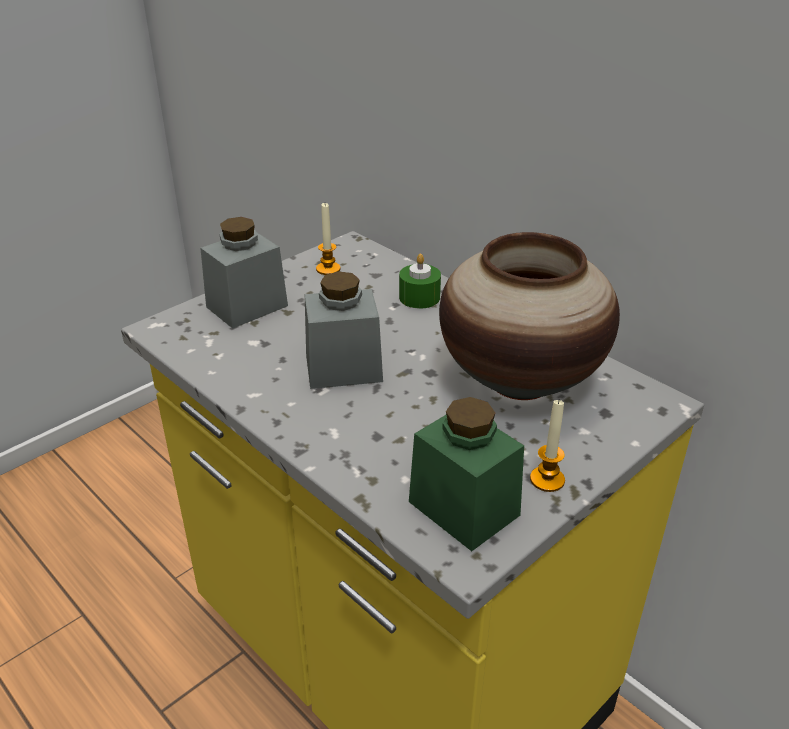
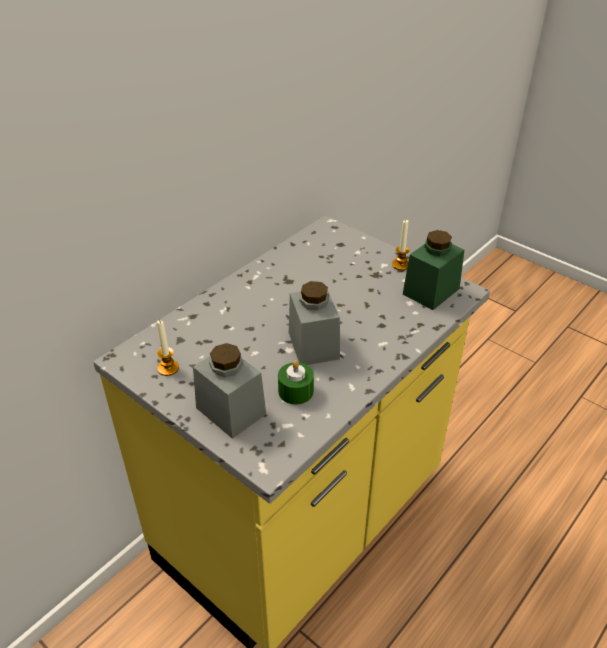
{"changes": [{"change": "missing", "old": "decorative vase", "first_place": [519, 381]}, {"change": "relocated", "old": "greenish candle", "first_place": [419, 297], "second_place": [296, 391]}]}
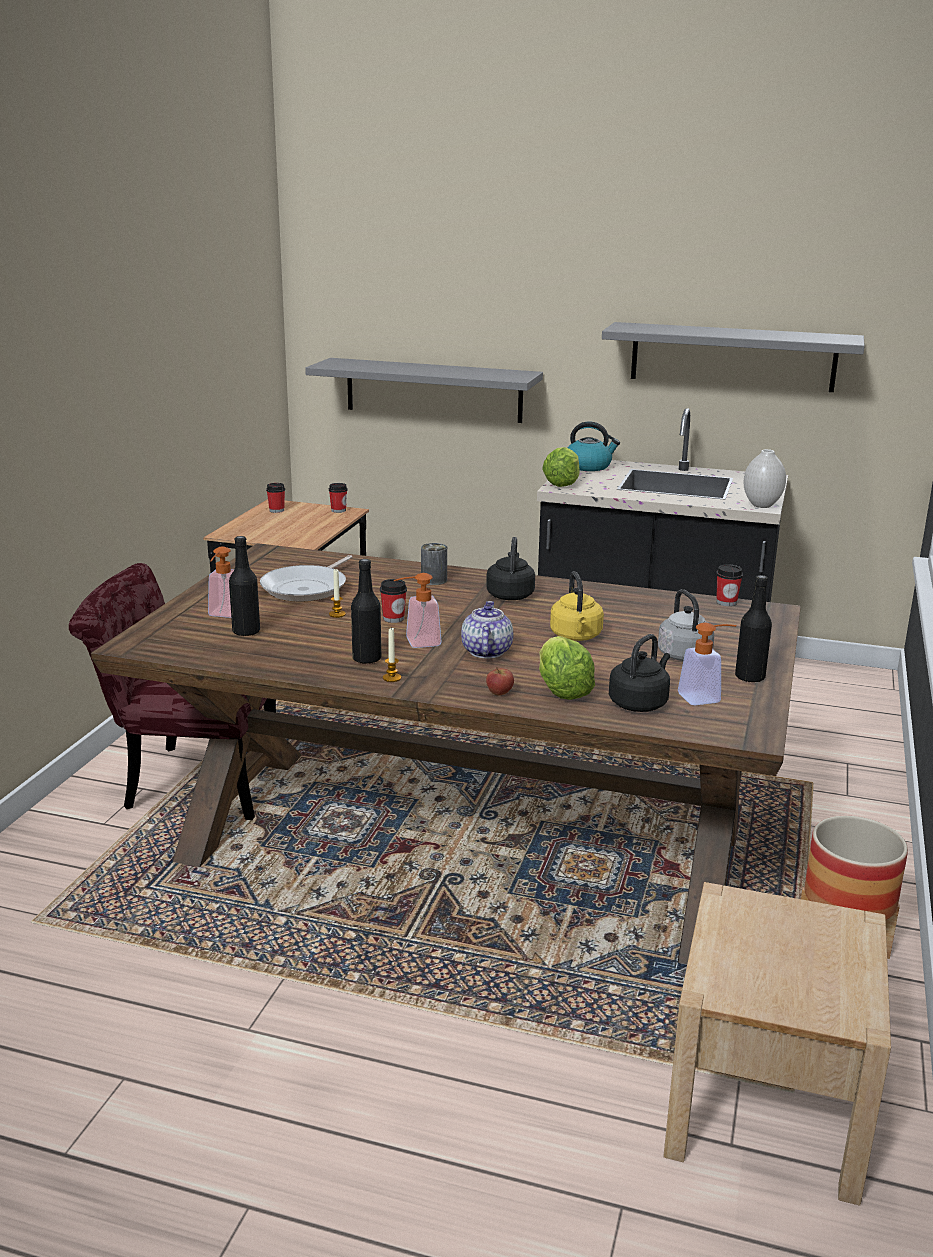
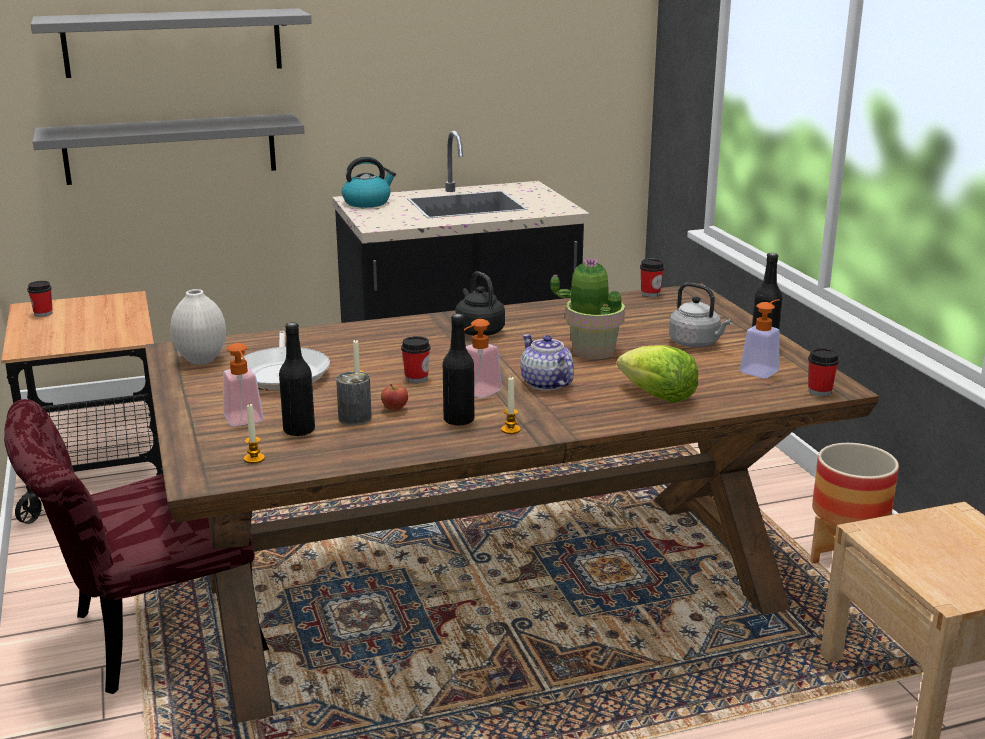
{"changes": [{"change": "missing", "old": "head of lettuce", "first_place": [562, 483]}, {"change": "missing", "old": "black-coloured kettle", "first_place": [640, 703]}, {"change": "appeared", "new": "candle", "second_place": [254, 459]}, {"change": "relocated", "old": "cup", "first_place": [338, 510], "second_place": [819, 391]}, {"change": "relocated", "old": "can", "first_place": [434, 580], "second_place": [355, 418]}, {"change": "relocated", "old": "whole apple", "first_place": [499, 693], "second_place": [395, 409]}, {"change": "relocated", "old": "greyish wall shelf", "first_place": [732, 357], "second_place": [173, 42]}, {"change": "relocated", "old": "whitish decorative vase", "first_place": [762, 505], "second_place": [201, 360]}, {"change": "exchanged", "old": "yellow-coloured kettle", "new": "plant in a pot", "first_place": [576, 636], "second_place": [592, 351]}]}
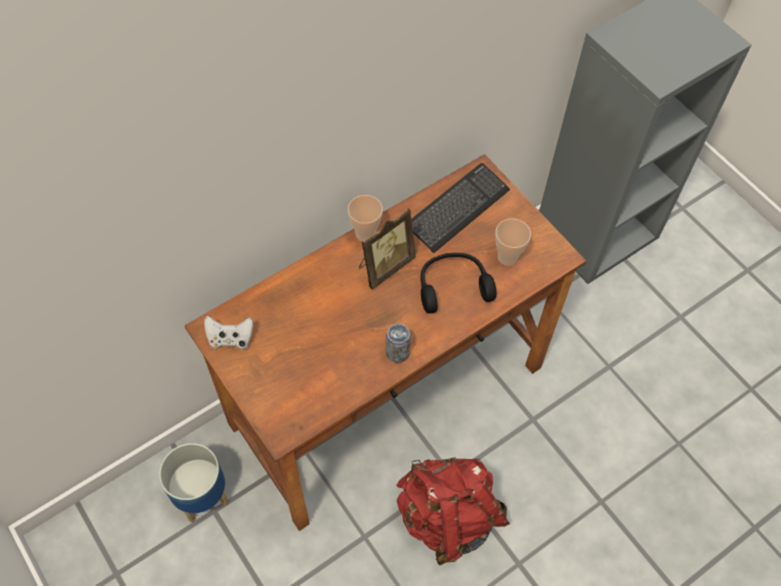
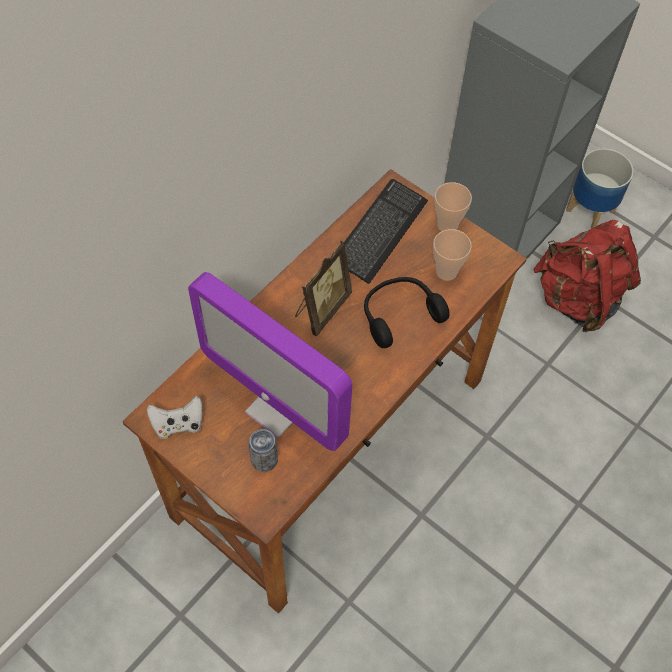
{"changes": [{"change": "appeared", "new": "monitor", "second_place": [277, 408]}, {"change": "relocated", "old": "planter", "first_place": [201, 495], "second_place": [589, 210]}, {"change": "relocated", "old": "cup", "first_place": [365, 234], "second_place": [447, 225]}, {"change": "relocated", "old": "can", "first_place": [397, 352], "second_place": [264, 459]}, {"change": "relocated", "old": "red knapsack", "first_place": [448, 518], "second_place": [577, 299]}]}
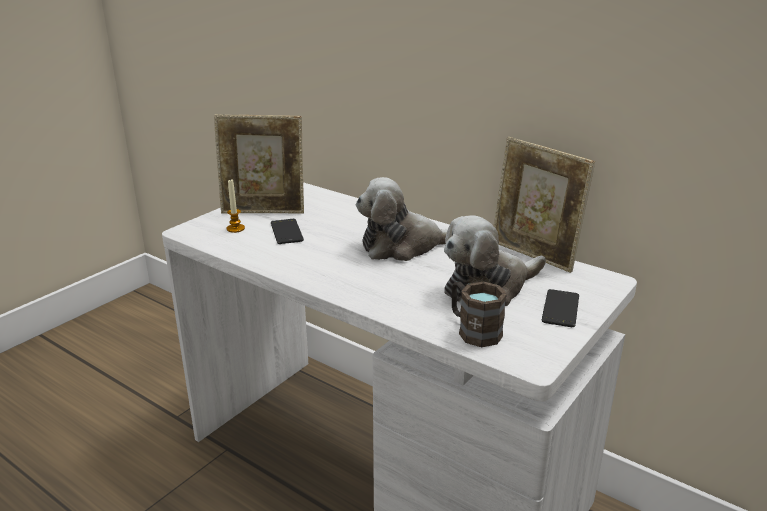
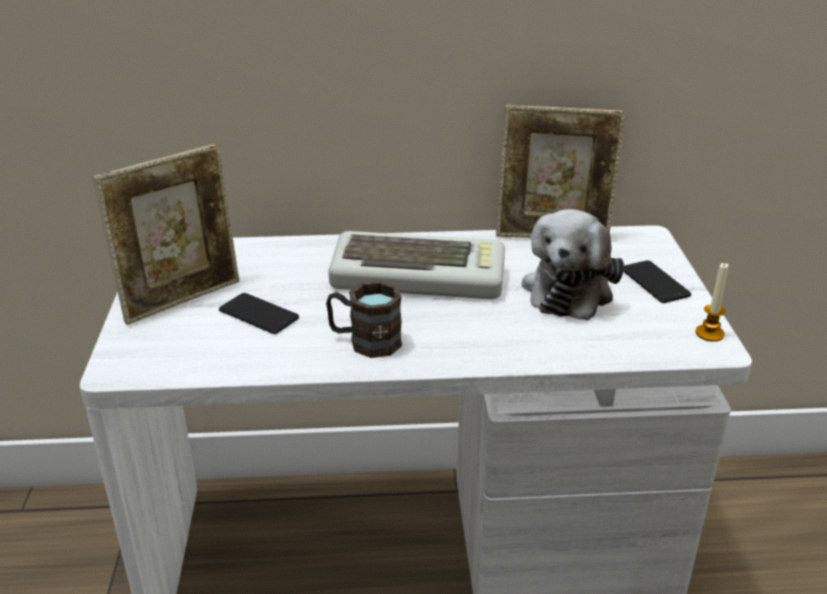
{"changes": [{"change": "relocated", "old": "candle", "first_place": [235, 228], "second_place": [709, 333]}, {"change": "relocated", "old": "brownish coffee mug", "first_place": [473, 330], "second_place": [365, 341]}, {"change": "exchanged", "old": "cuddly toy", "new": "computer keyboard", "first_place": [404, 246], "second_place": [420, 277]}]}
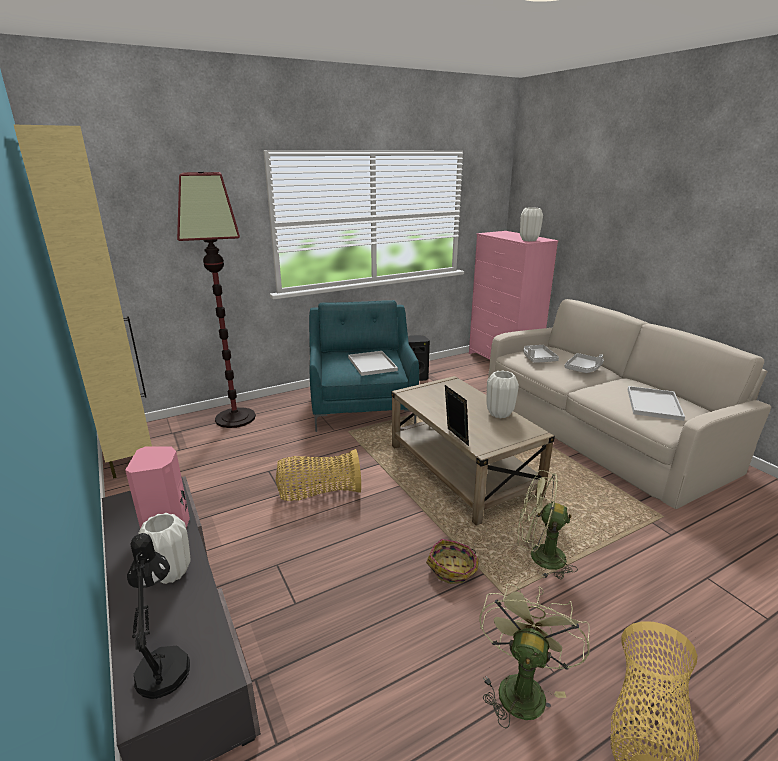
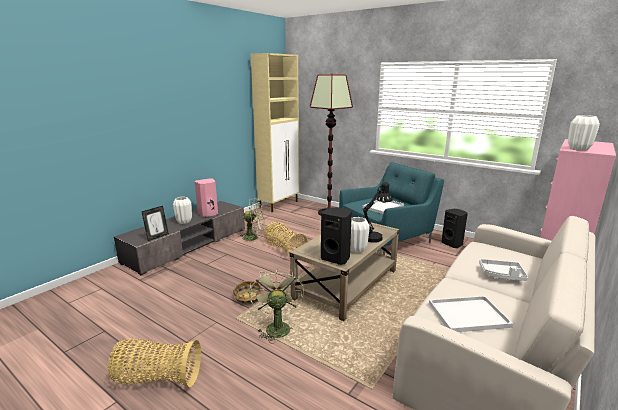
{"changes": [{"change": "missing", "old": "greyish serving tray", "first_place": [537, 358]}, {"change": "appeared", "new": "black-coloured loudspeaker", "second_place": [336, 258]}, {"change": "relocated", "old": "black-coloured table lamp", "first_place": [164, 663], "second_place": [375, 237]}, {"change": "relocated", "old": "standing frame", "first_place": [455, 437], "second_place": [157, 237]}, {"change": "relocated", "old": "greenish electric fan", "first_place": [521, 686], "second_place": [254, 237]}]}
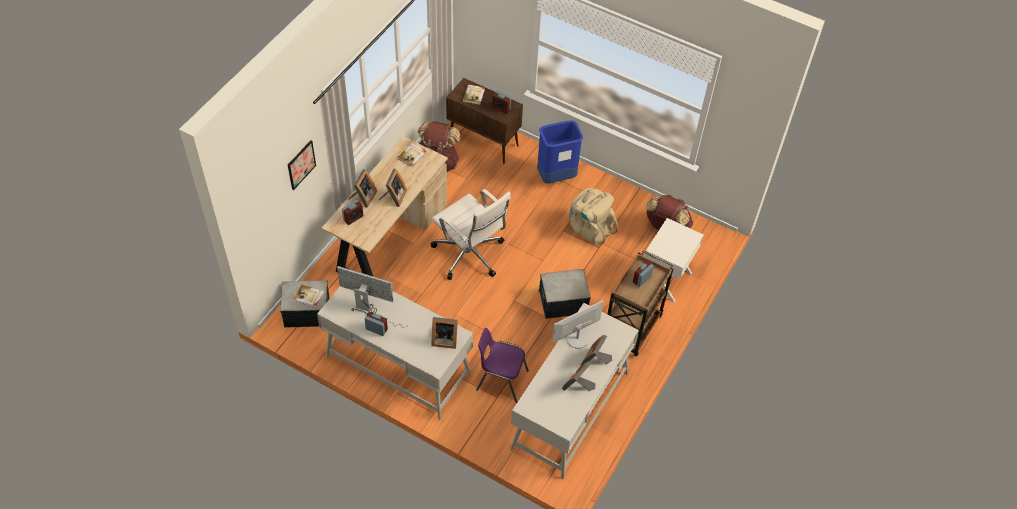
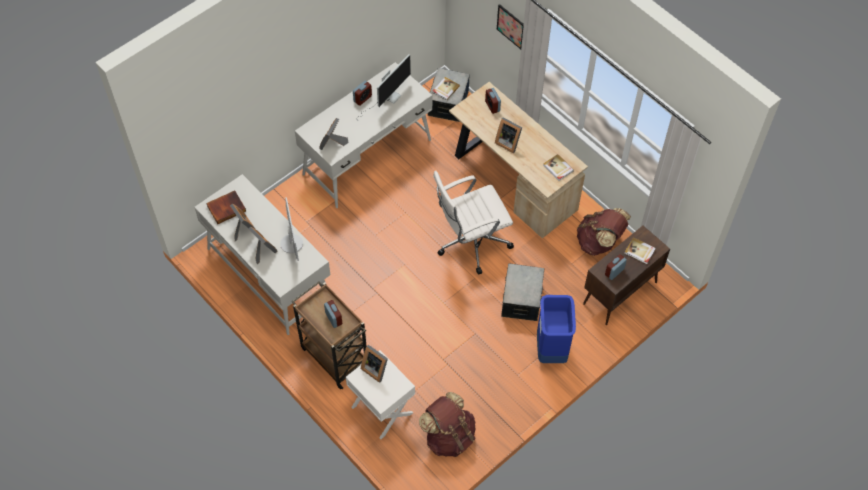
{"changes": [{"change": "missing", "old": "purple-coloured chair", "first_place": [501, 380]}, {"change": "missing", "old": "sand-coloured knapsack", "first_place": [590, 228]}, {"change": "appeared", "new": "bound book", "second_place": [226, 208]}, {"change": "relocated", "old": "standing frame", "first_place": [363, 197], "second_place": [375, 368]}, {"change": "relocated", "old": "storage container", "first_place": [562, 302], "second_place": [522, 300]}]}
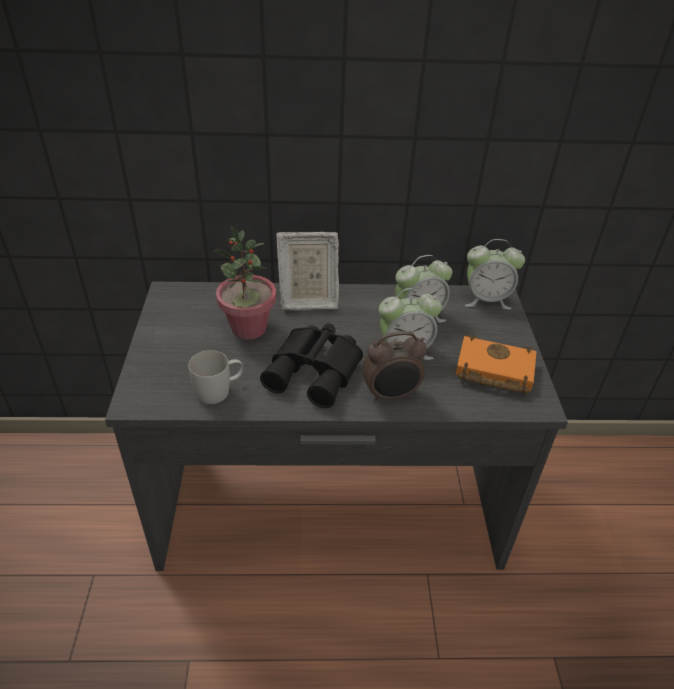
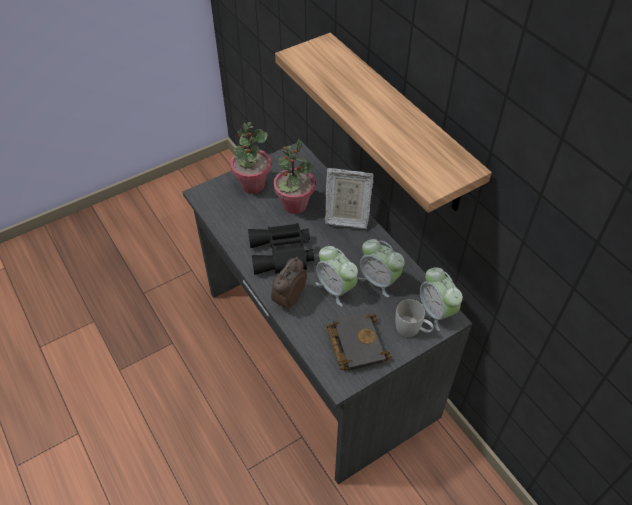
{"changes": [{"change": "appeared", "new": "plant in a pot", "second_place": [252, 185]}, {"change": "appeared", "new": "wall shelf", "second_place": [399, 124]}, {"change": "relocated", "old": "whitish coffee mug", "first_place": [219, 390], "second_place": [412, 329]}, {"change": "colour", "old": "orange bound book", "new": "black-coloured bound book", "first_place": [492, 371], "second_place": [355, 343]}, {"change": "spun", "old": "standing frame", "first_place": [307, 300], "second_place": [346, 217], "degrees": -45}, {"change": "spun", "old": "bedside clock", "first_place": [391, 395], "second_place": [288, 299], "degrees": 75}]}
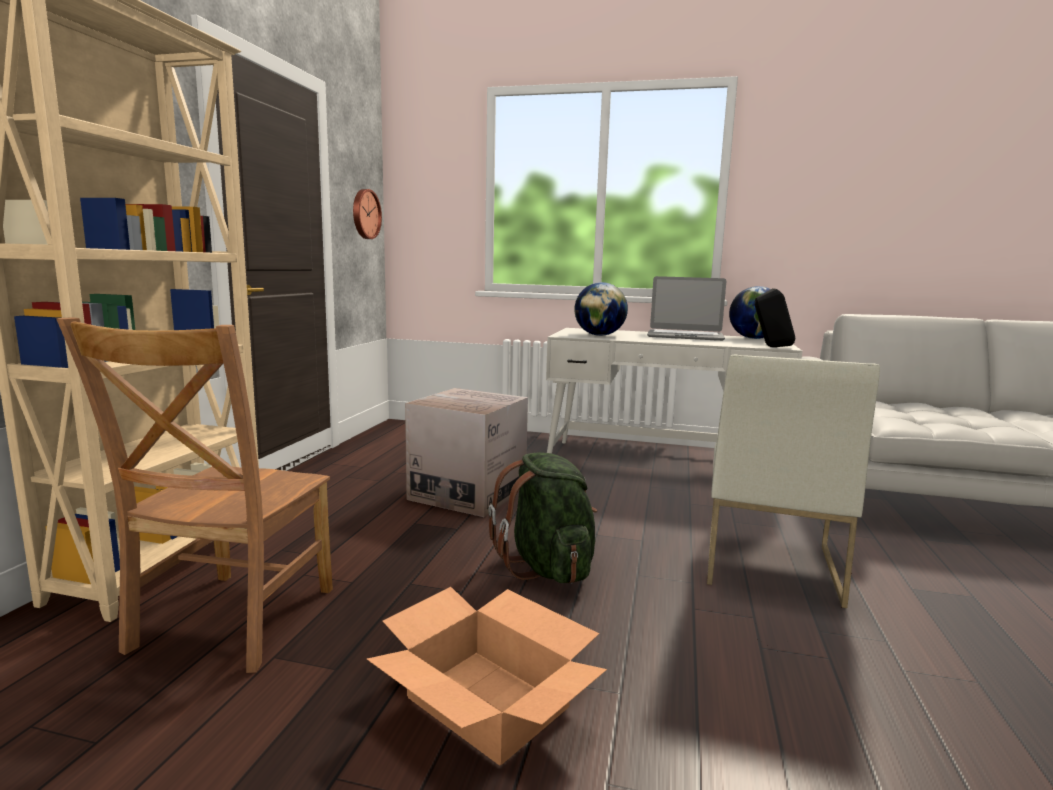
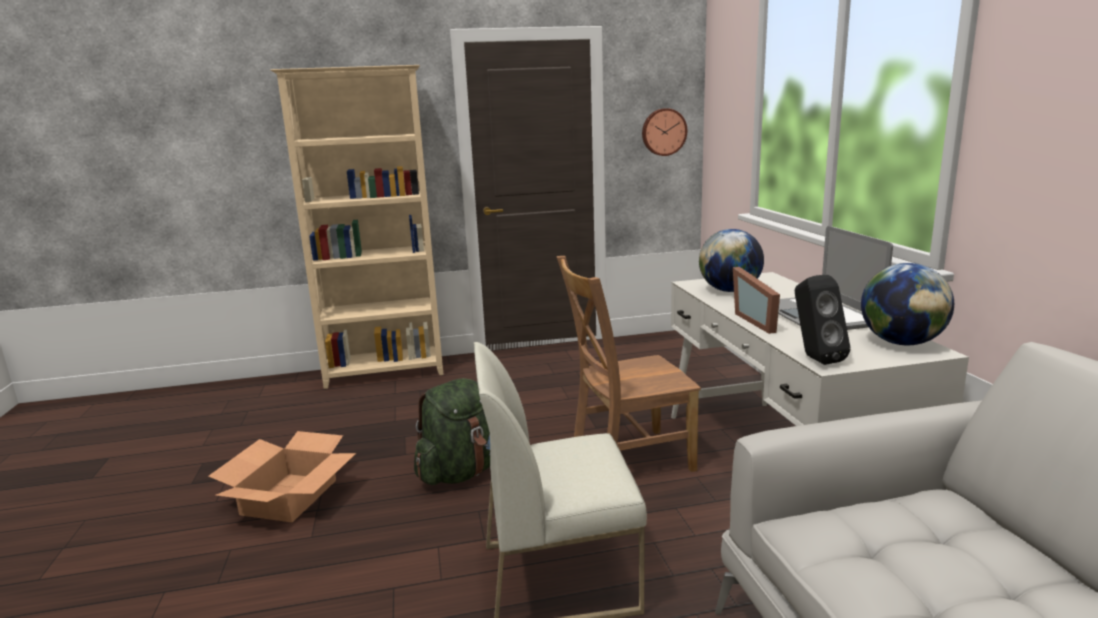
{"changes": [{"change": "missing", "old": "cardboard box", "first_place": [468, 493]}, {"change": "appeared", "new": "standing frame", "second_place": [759, 321]}, {"change": "relocated", "old": "brownish chair", "first_place": [230, 623], "second_place": [626, 458]}]}
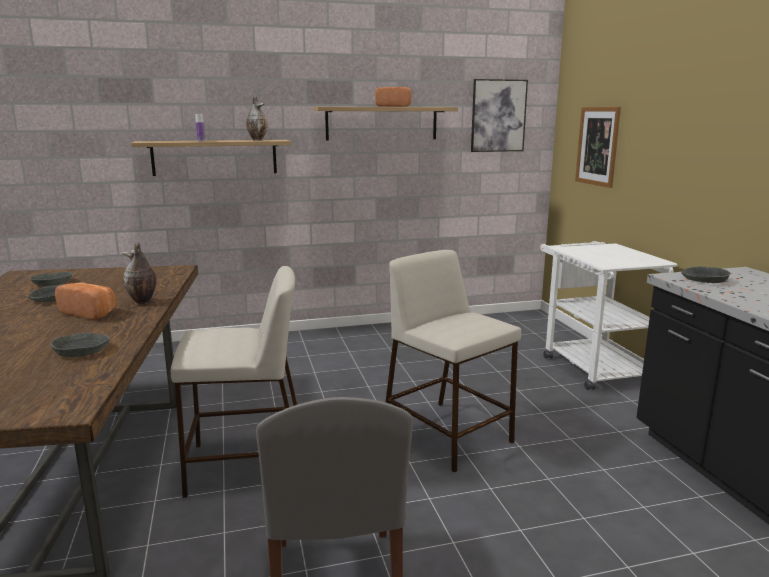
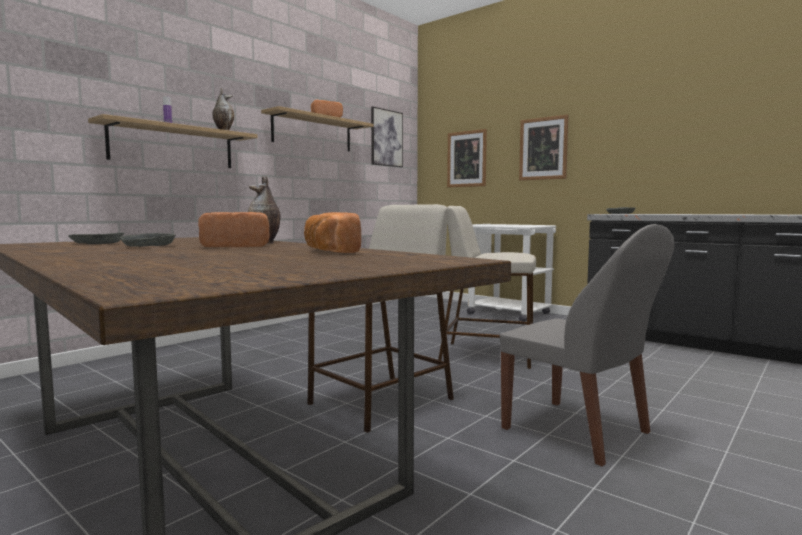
{"changes": [{"change": "appeared", "new": "wall art", "second_place": [543, 148]}, {"change": "exchanged", "old": "greyish bowl", "new": "bread", "first_place": [82, 350], "second_place": [329, 251]}]}
